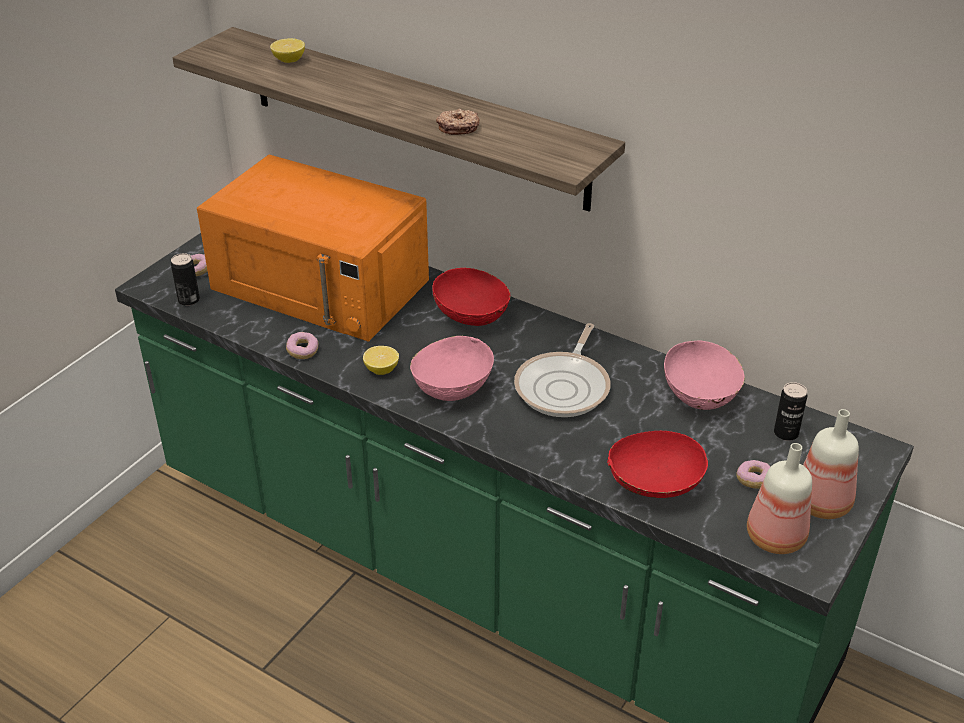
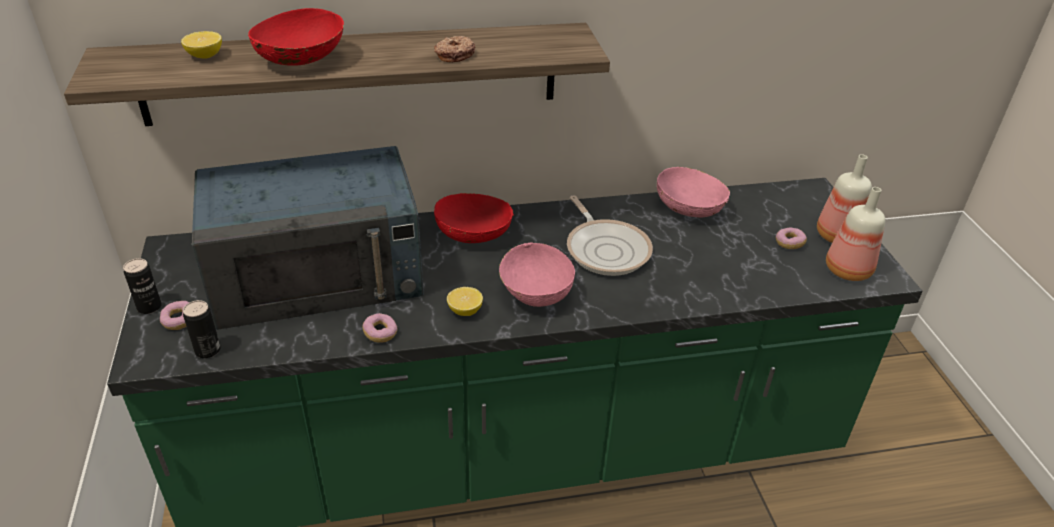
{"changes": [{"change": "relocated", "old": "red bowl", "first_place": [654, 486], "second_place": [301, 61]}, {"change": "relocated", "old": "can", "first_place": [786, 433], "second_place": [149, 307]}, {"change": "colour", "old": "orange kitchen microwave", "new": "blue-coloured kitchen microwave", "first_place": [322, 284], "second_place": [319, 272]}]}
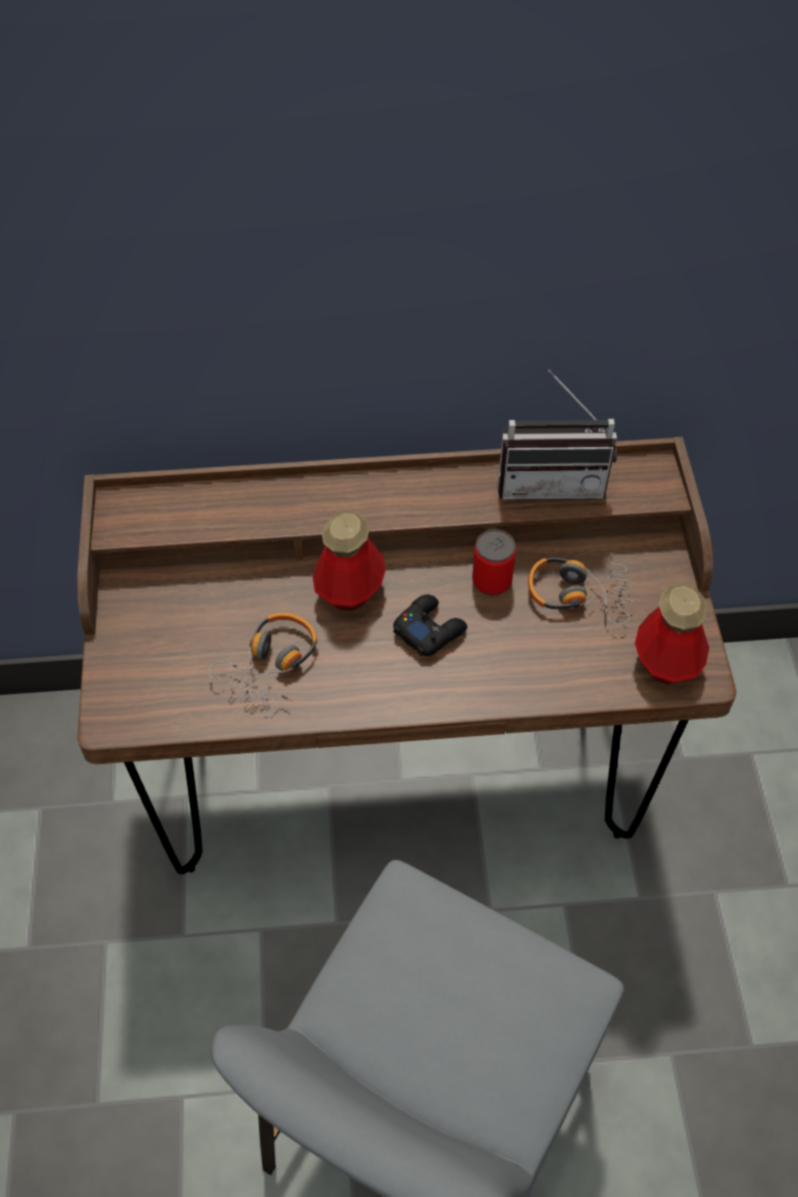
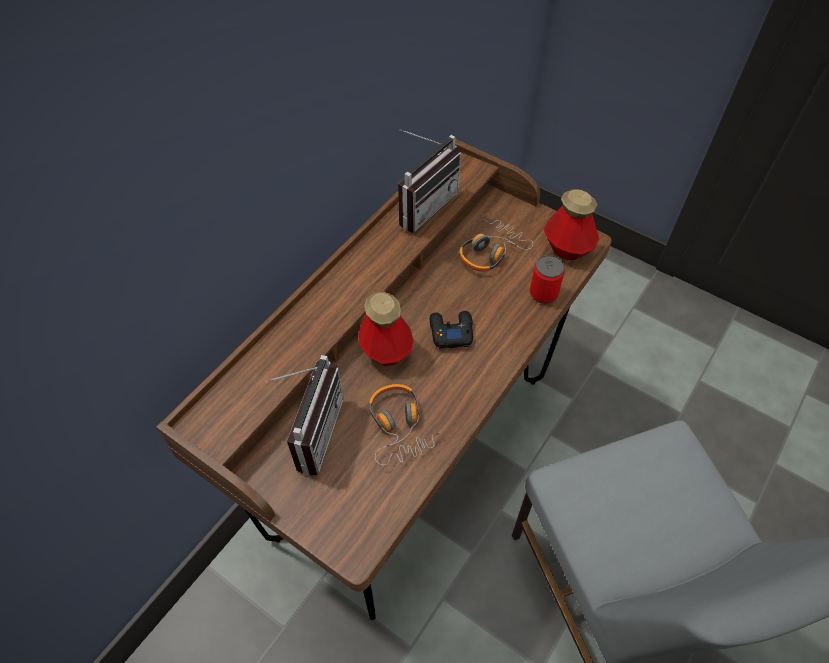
{"changes": [{"change": "appeared", "new": "radio", "second_place": [310, 431]}, {"change": "relocated", "old": "can", "first_place": [492, 581], "second_place": [543, 293]}]}
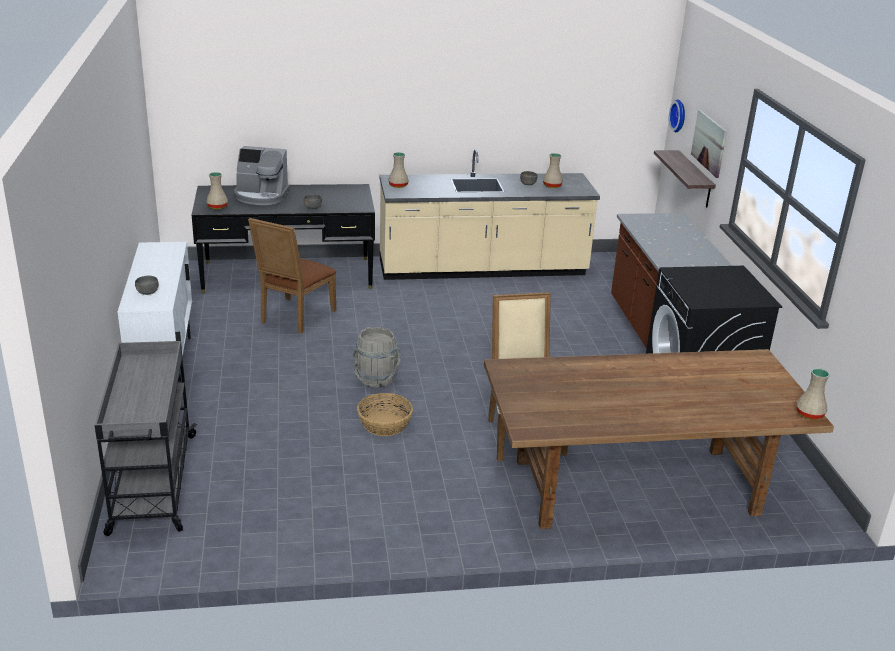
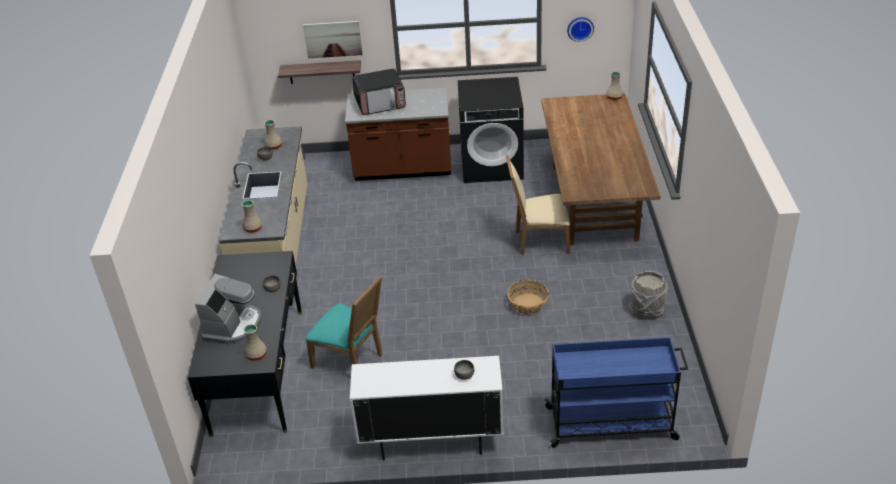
{"changes": [{"change": "appeared", "new": "kitchen microwave", "second_place": [380, 103]}, {"change": "relocated", "old": "greyish pail", "first_place": [376, 378], "second_place": [647, 310]}, {"change": "relocated", "old": "clock on the wall", "first_place": [679, 115], "second_place": [580, 28]}, {"change": "colour", "old": "greyish cart", "new": "blue-coloured cart", "first_place": [152, 484], "second_place": [612, 423]}, {"change": "colour", "old": "brownish chair", "new": "turquoise chair", "first_place": [294, 317], "second_place": [351, 361]}]}
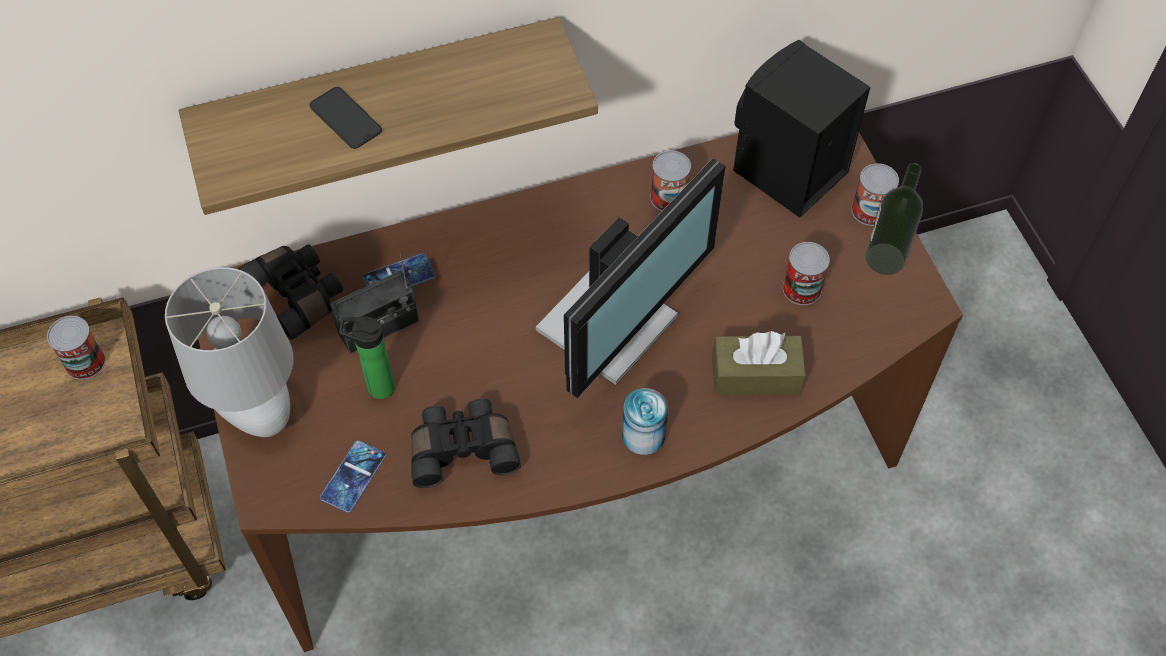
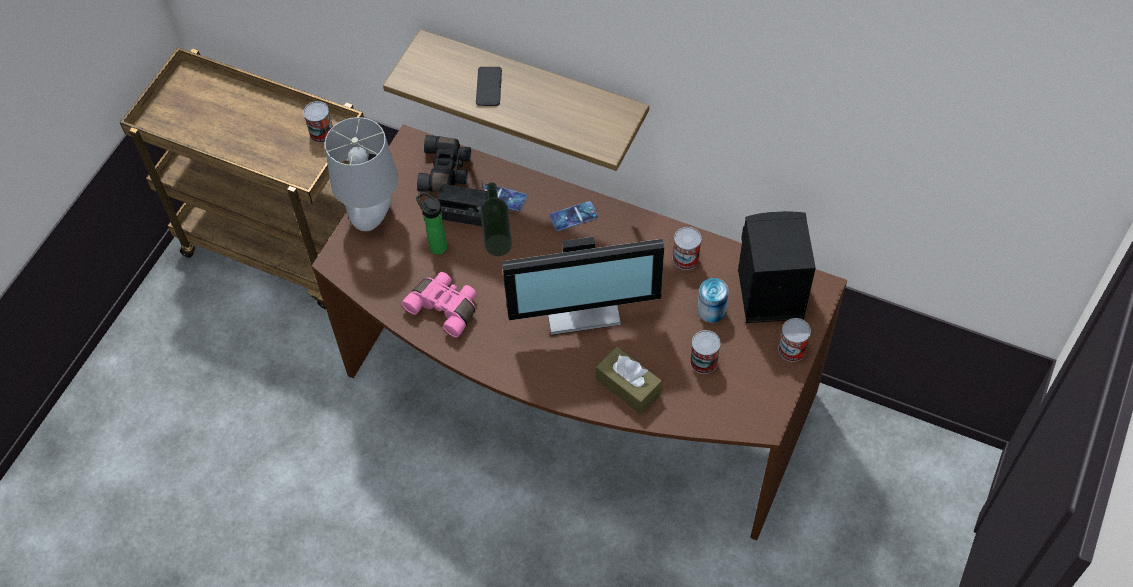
{"changes": [{"change": "relocated", "old": "handset", "first_place": [353, 476], "second_place": [573, 216]}, {"change": "relocated", "old": "can", "first_place": [643, 435], "second_place": [711, 310]}, {"change": "relocated", "old": "bottle", "first_place": [885, 258], "second_place": [498, 245]}, {"change": "colour", "old": "black-coloured binoculars", "new": "pinkish binoculars", "first_place": [463, 448], "second_place": [445, 307]}]}
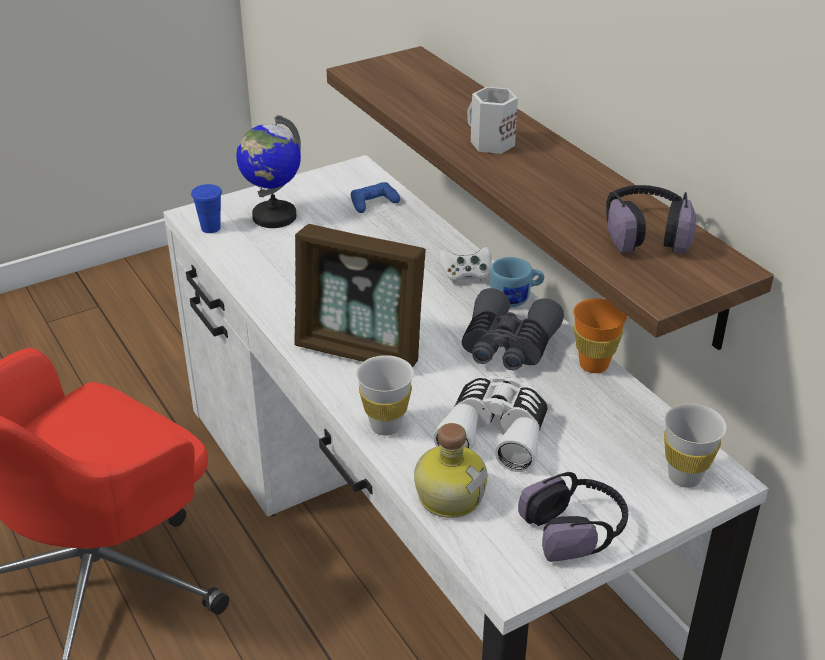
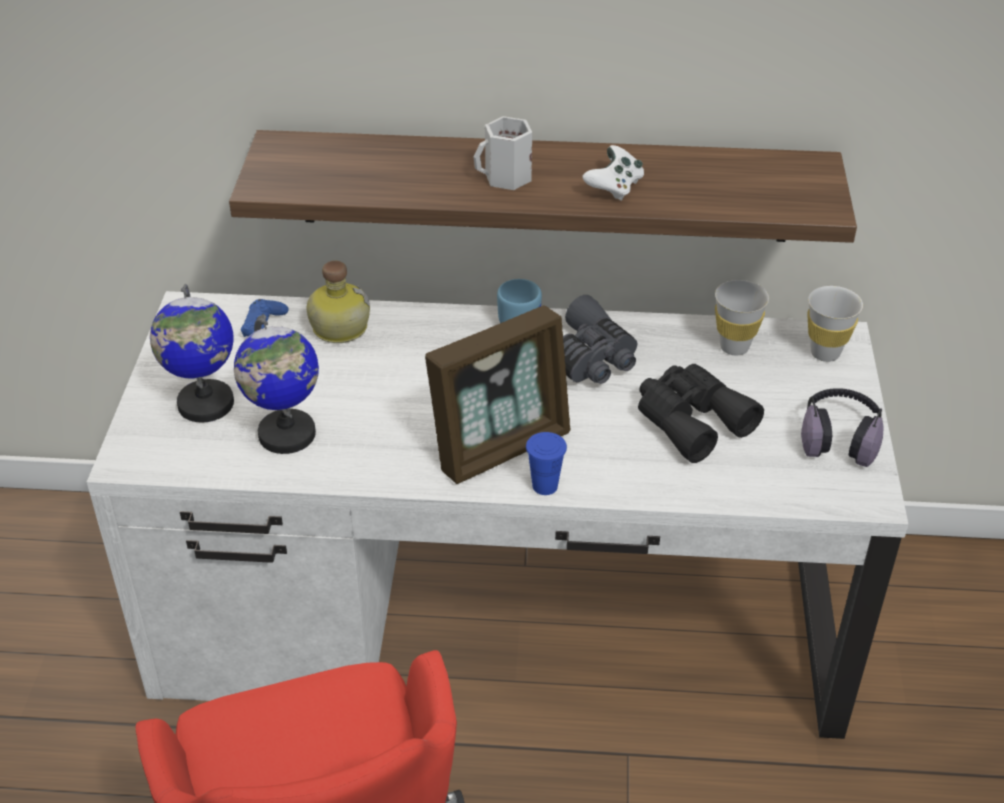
{"changes": [{"change": "missing", "old": "orange cup", "first_place": [593, 365]}, {"change": "missing", "old": "headset", "first_place": [645, 233]}, {"change": "appeared", "new": "globe", "second_place": [286, 434]}, {"change": "relocated", "old": "blue-coloured cup", "first_place": [210, 228], "second_place": [545, 486]}, {"change": "relocated", "old": "whitish cup", "first_place": [386, 426], "second_place": [734, 347]}, {"change": "relocated", "old": "bottle", "first_place": [449, 495], "second_place": [338, 327]}, {"change": "relocated", "old": "whitish gamepad", "first_place": [465, 275], "second_place": [614, 187]}, {"change": "colour", "old": "whitish binoculars", "new": "black-coloured binoculars", "first_place": [496, 432], "second_place": [691, 421]}]}
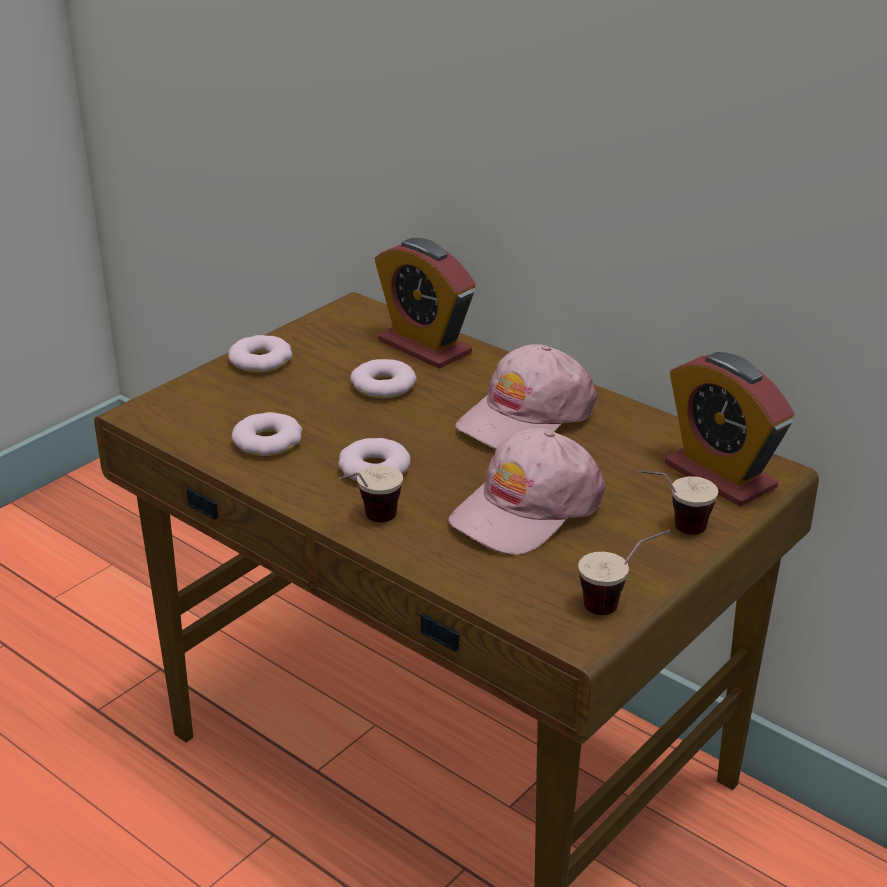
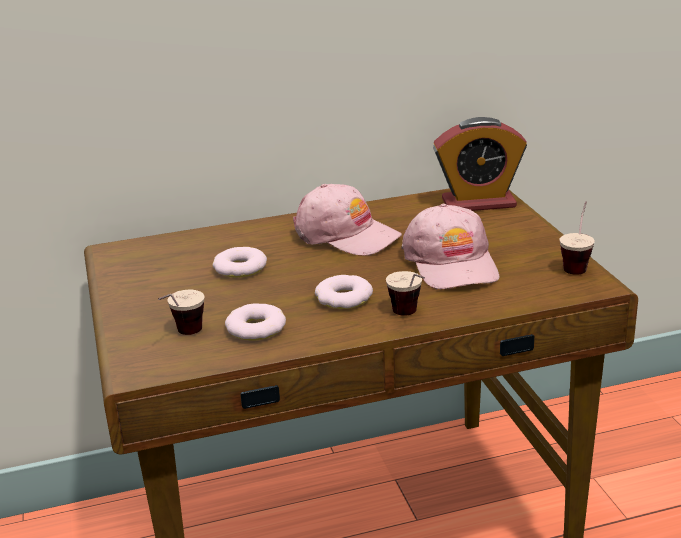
{"changes": [{"change": "missing", "old": "doughnut", "first_place": [260, 360]}, {"change": "missing", "old": "bedside clock", "first_place": [424, 347]}, {"change": "relocated", "old": "cup", "first_place": [672, 529], "second_place": [183, 337]}, {"change": "spun", "old": "pinkish cap", "first_place": [525, 417], "second_place": [346, 235], "degrees": -45}]}
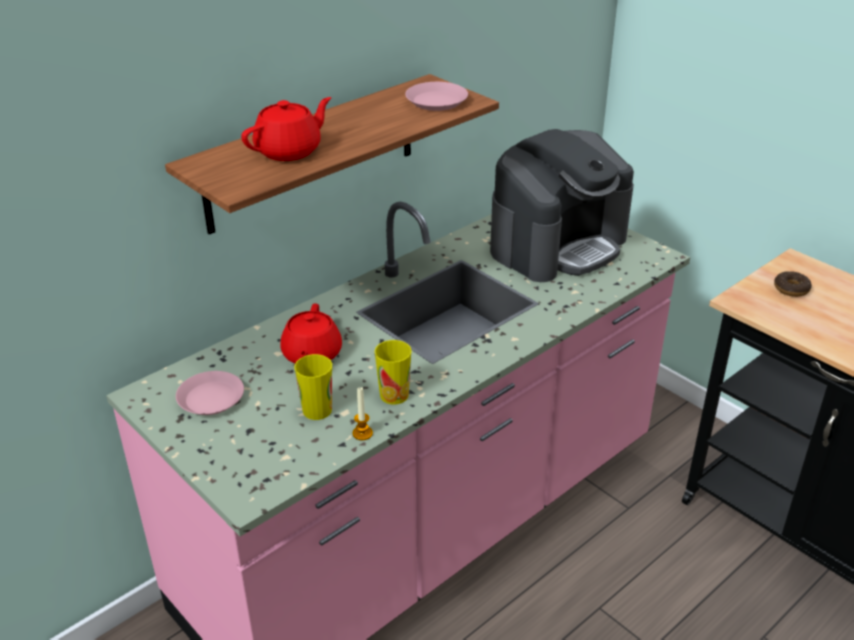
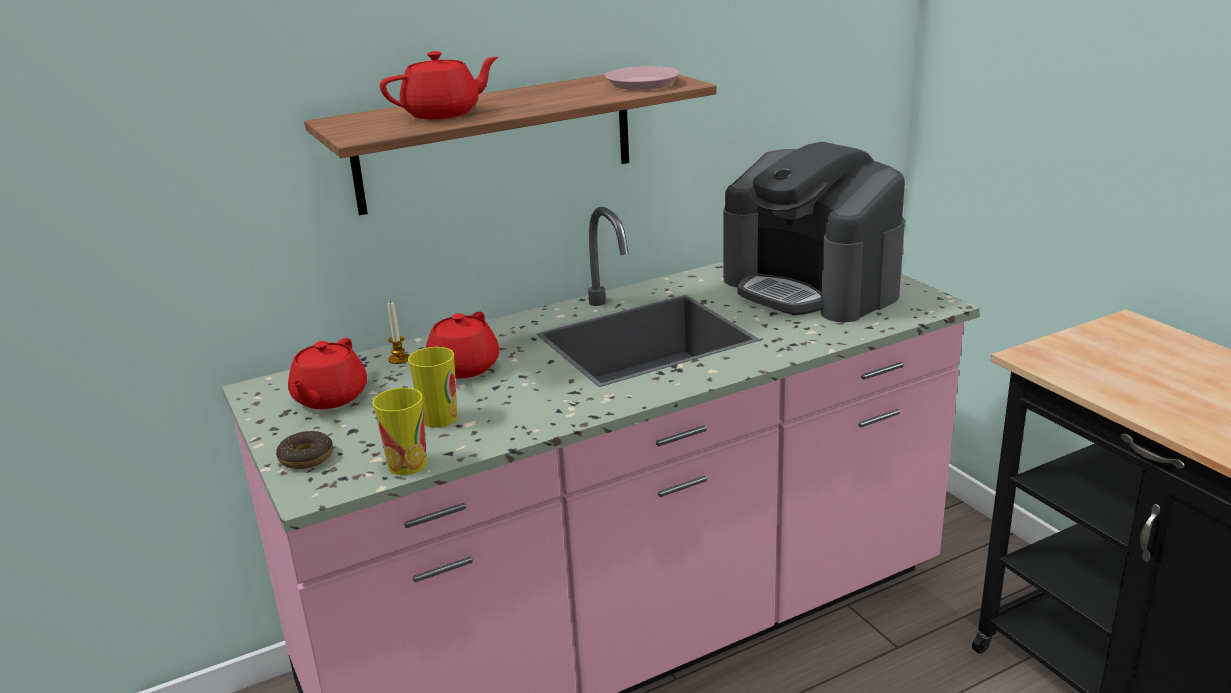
{"changes": [{"change": "relocated", "old": "candle", "first_place": [362, 433], "second_place": [399, 359]}, {"change": "relocated", "old": "cup", "first_place": [394, 395], "second_place": [407, 464]}, {"change": "relocated", "old": "doughnut", "first_place": [791, 289], "second_place": [306, 458]}, {"change": "exchanged", "old": "pinkish flat dish", "new": "red pot for tea", "first_place": [211, 398], "second_place": [329, 398]}, {"change": "spun", "old": "coffee brewer", "first_place": [558, 244], "second_place": [811, 287], "degrees": 75}]}
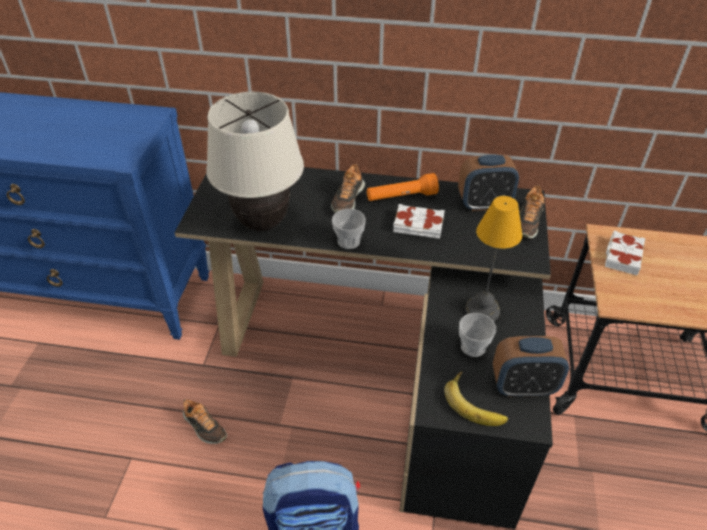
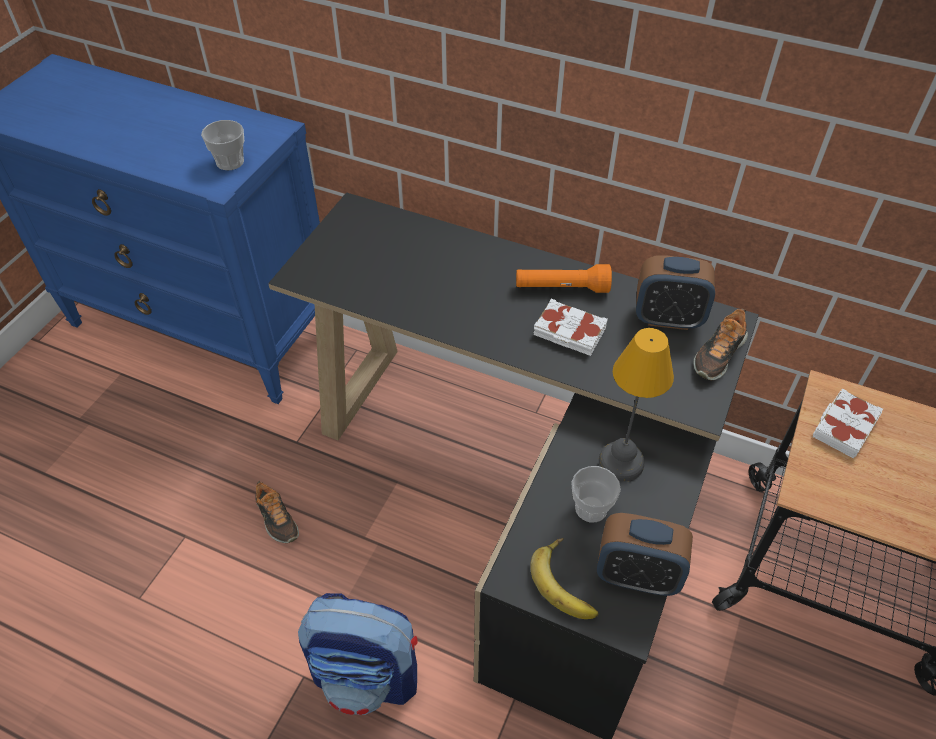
{"changes": [{"change": "missing", "old": "sand-coloured table lamp", "first_place": [263, 223]}, {"change": "missing", "old": "low shoe", "first_place": [347, 199]}, {"change": "relocated", "old": "cup", "first_place": [348, 241], "second_place": [230, 162]}]}
